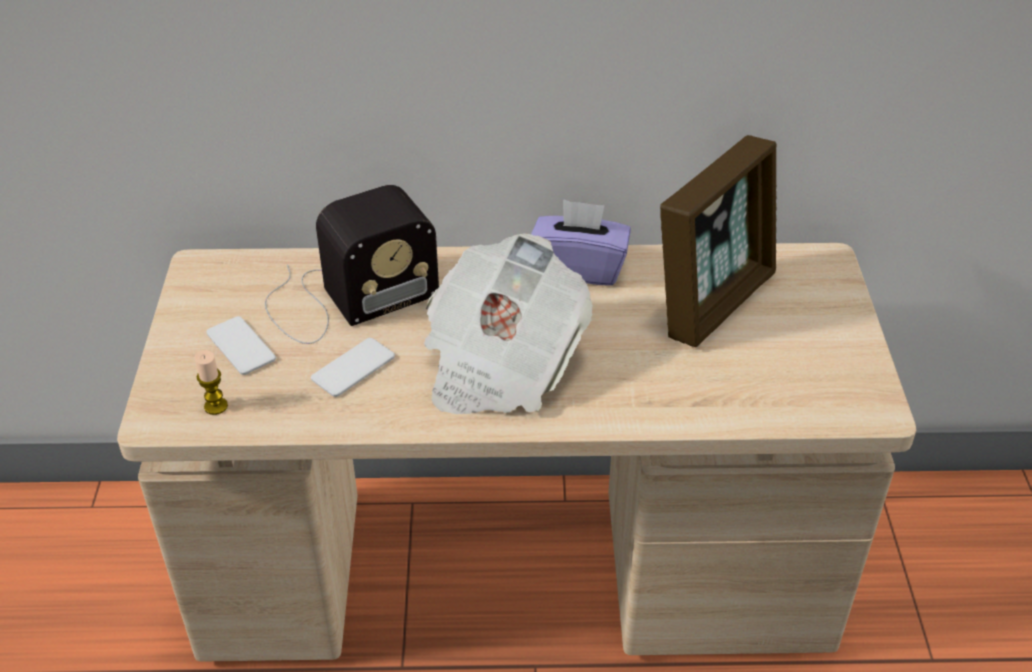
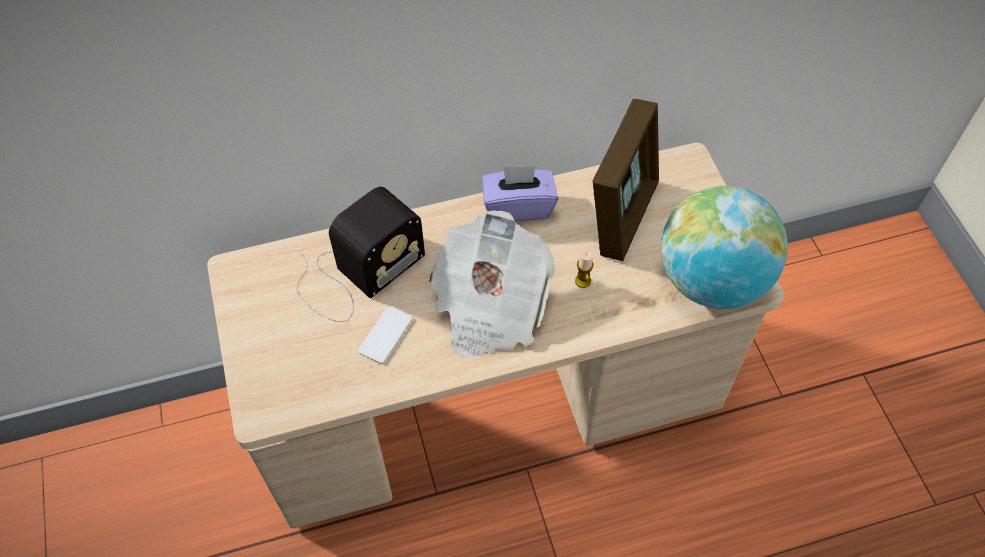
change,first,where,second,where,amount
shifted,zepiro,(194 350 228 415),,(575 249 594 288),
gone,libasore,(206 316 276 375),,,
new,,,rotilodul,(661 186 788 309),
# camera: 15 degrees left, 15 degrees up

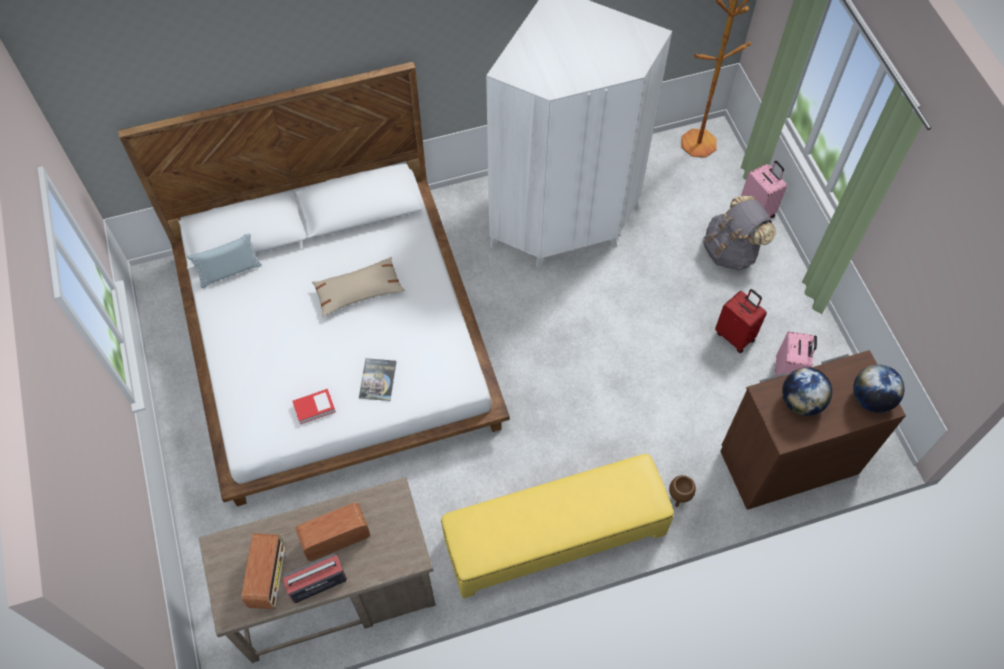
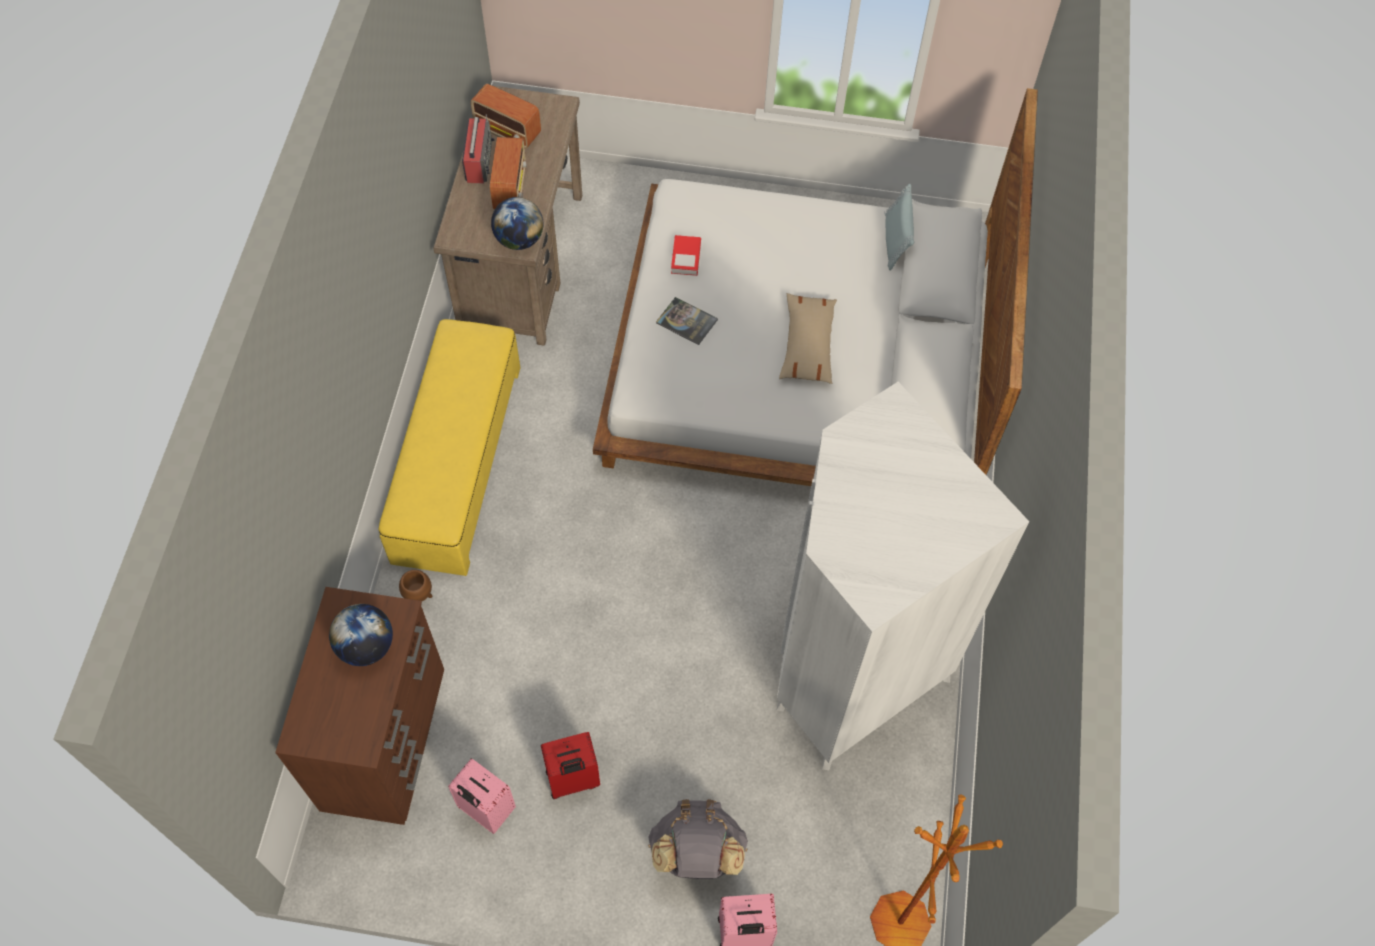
change,first,where,second,where,amount
shifted,rotilodul,(853 365 905 413),,(491 197 543 250),
# camera: 115 degrees right, 0 degrees up

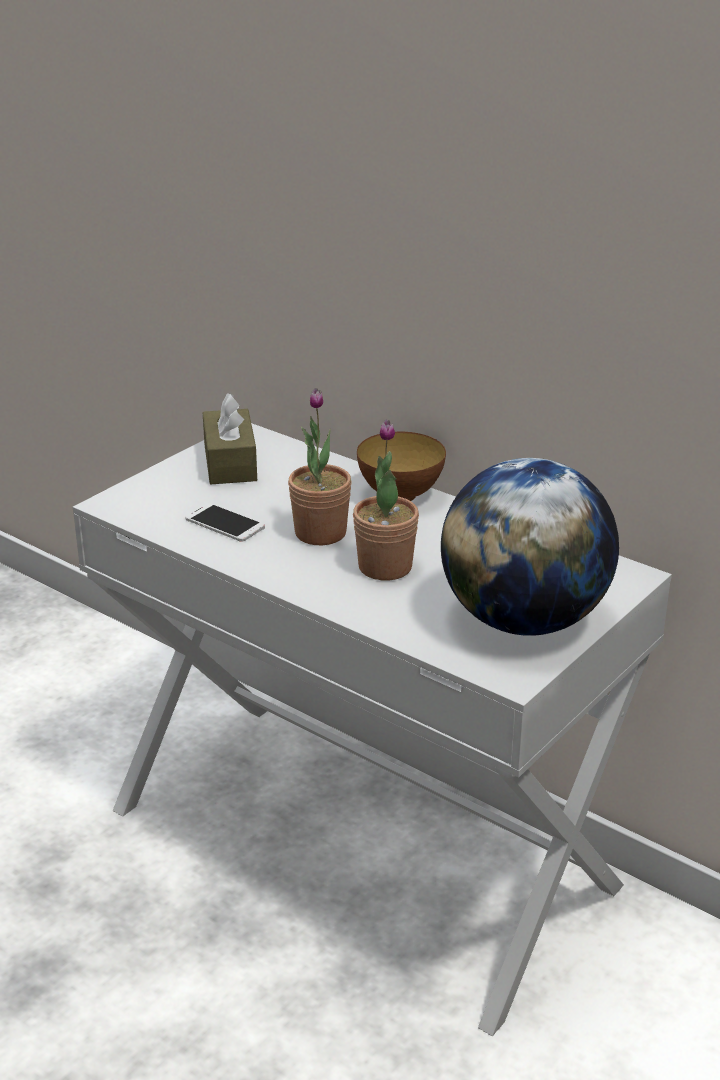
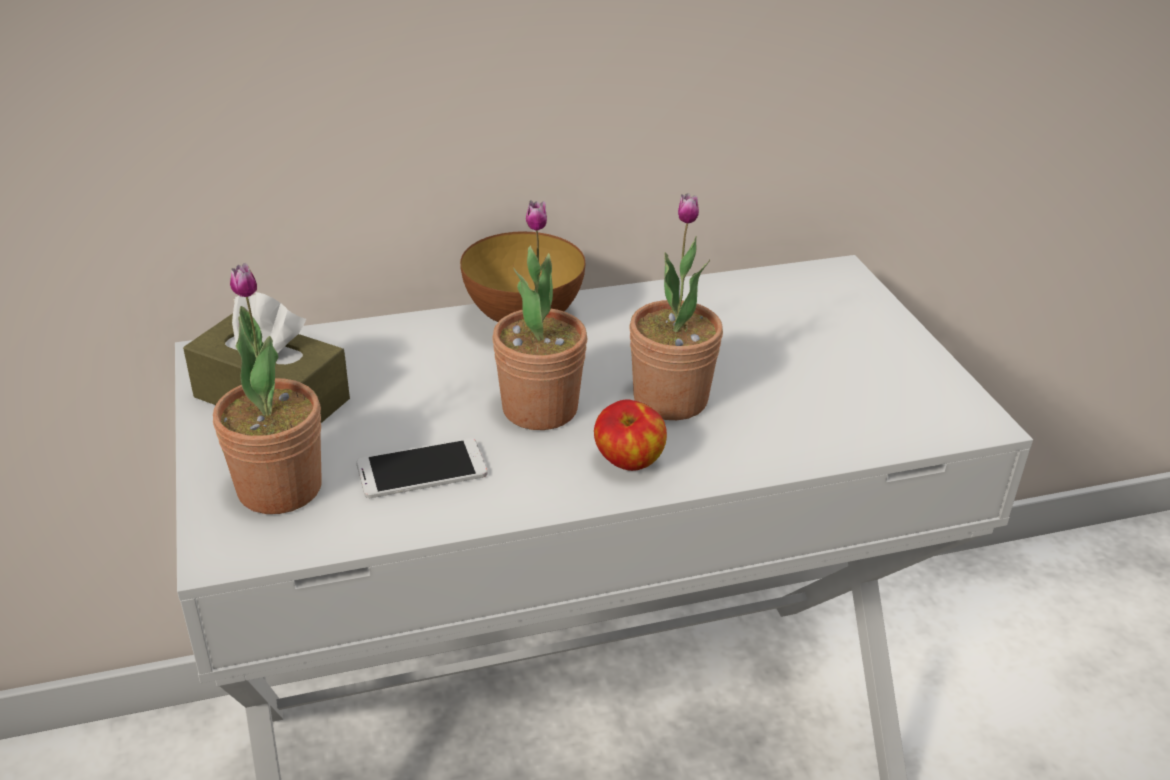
change,first,where,second,where,amount
gone,rotilodul,(441 458 619 636),,,
new,,,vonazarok,(213 263 322 514),
new,,,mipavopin,(594 400 667 471),
# camera: 55 degrees left, 5 degrees up

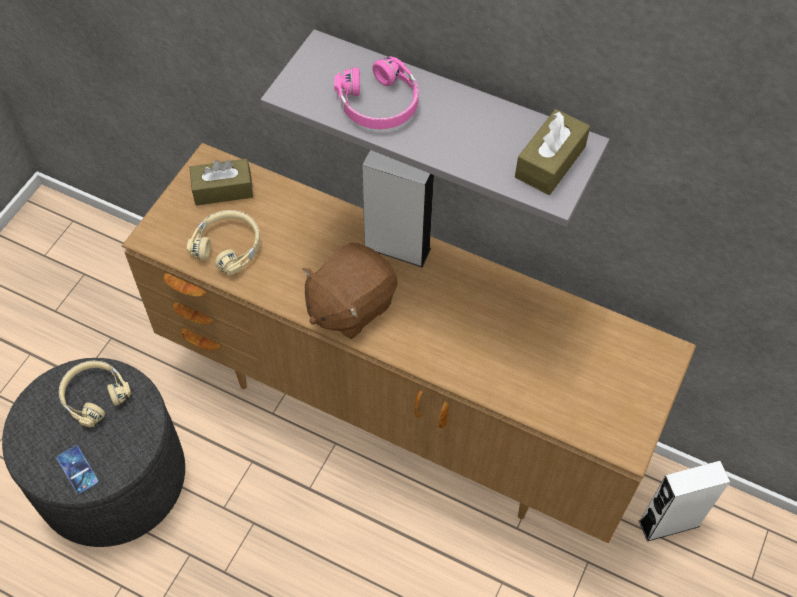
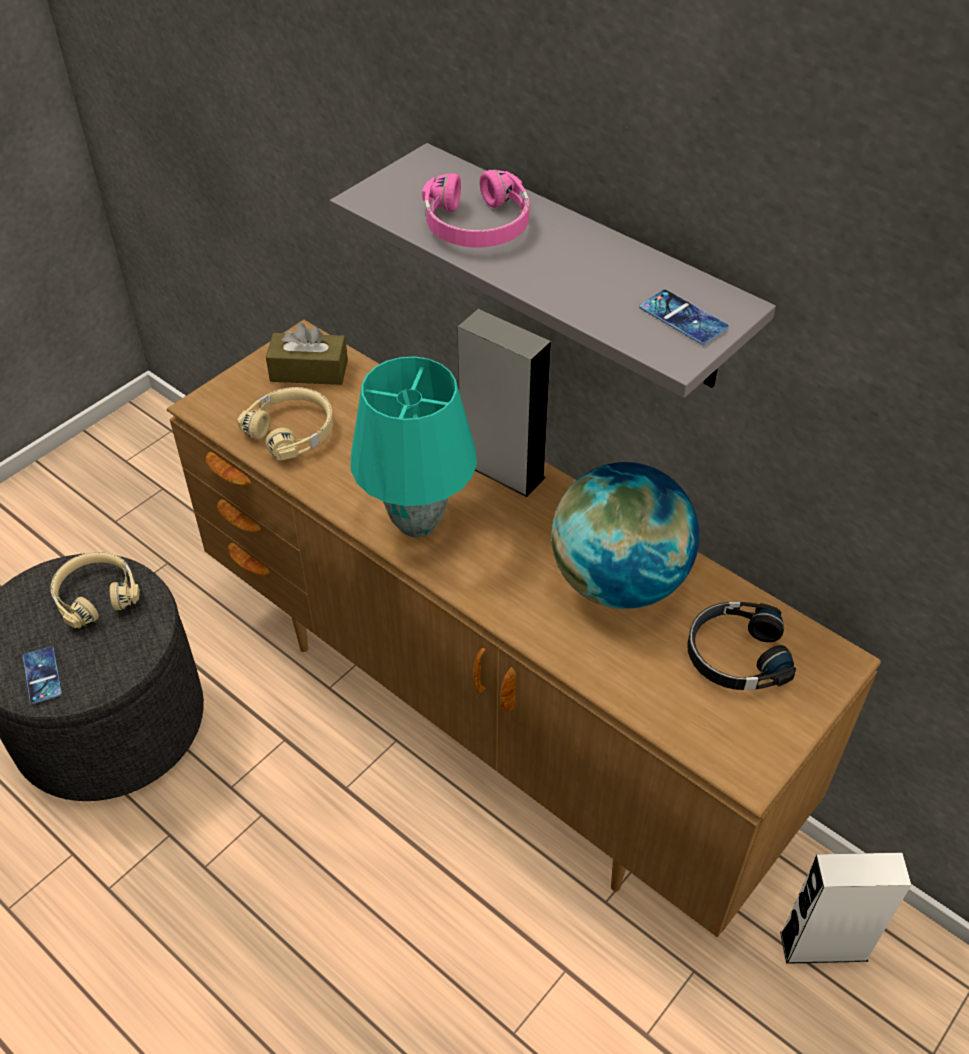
change,first,where,second,where,amount
swapped,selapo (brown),(302 243 398 339),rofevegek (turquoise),(351 357 477 537),
swapped,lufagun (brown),(515 109 590 195),libasore,(639 290 729 345),
new,,,rotilodul,(551 462 699 609),
new,,,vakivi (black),(687 602 796 690),
# camera: 15 degrees right, 10 degrees down

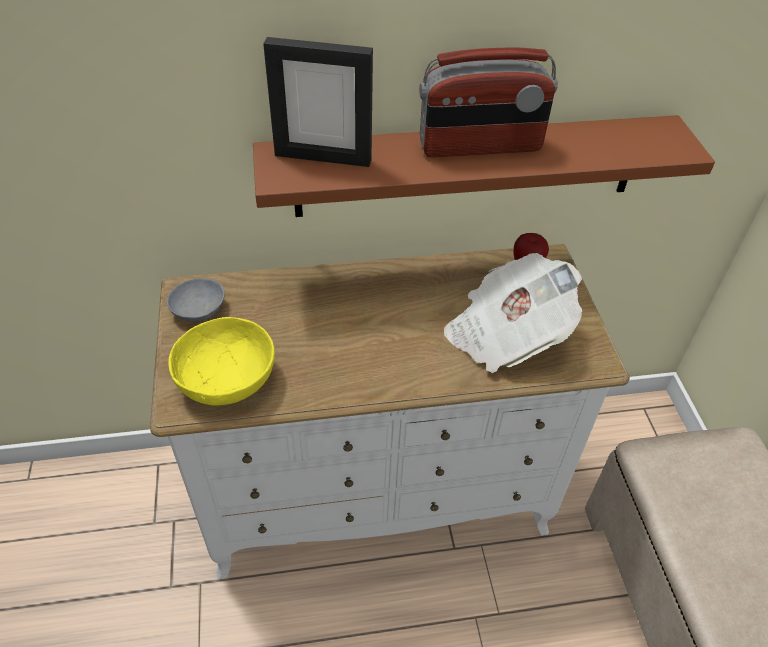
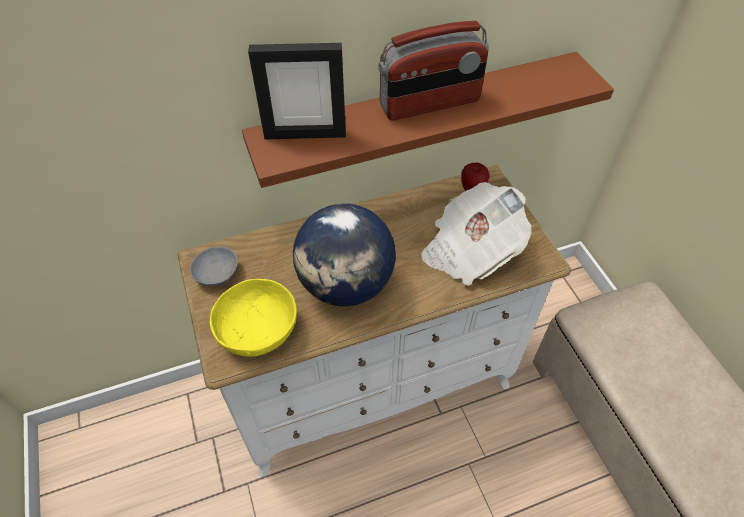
change,first,where,second,where,amount
new,,,rotilodul,(293 203 396 306),
# camera: 10 degrees left, 5 degrees up

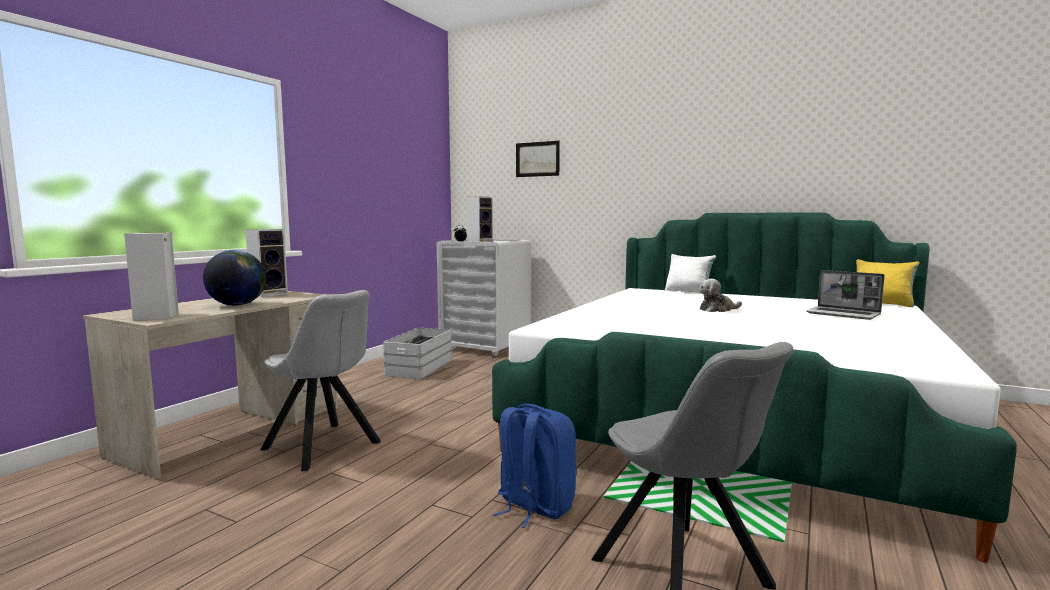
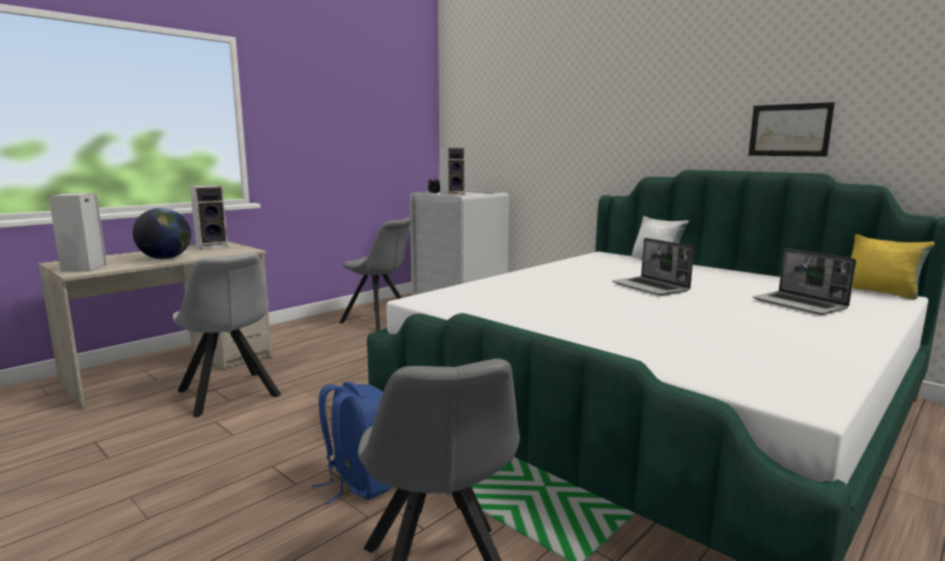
change,first,where,second,where,amount
swapped,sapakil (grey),(383 328 452 379),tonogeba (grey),(339 218 412 331),
shifted,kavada,(516 141 560 177),,(748 102 835 156),
swapped,selapo,(700 279 742 312),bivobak,(612 238 694 296),
# camera: 15 degrees right, 5 degrees up

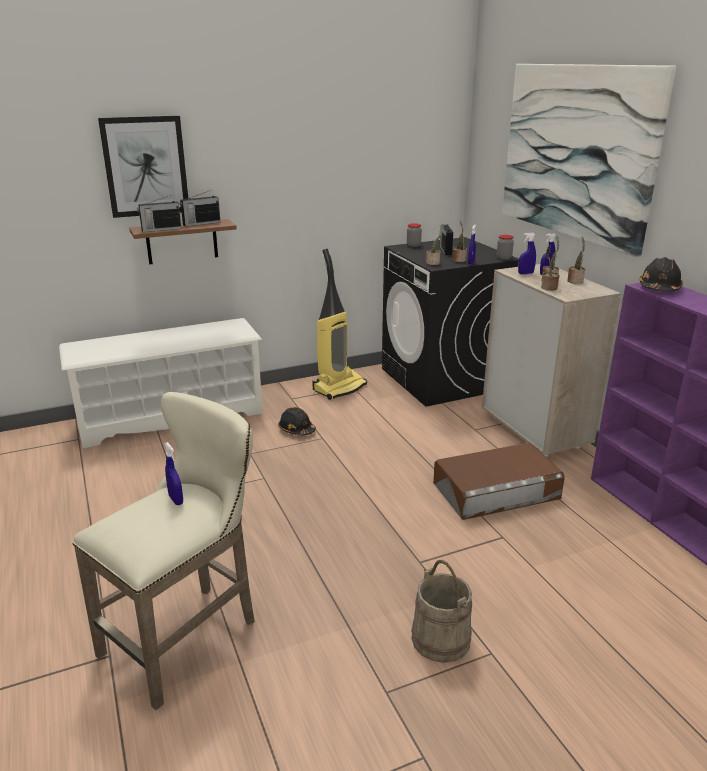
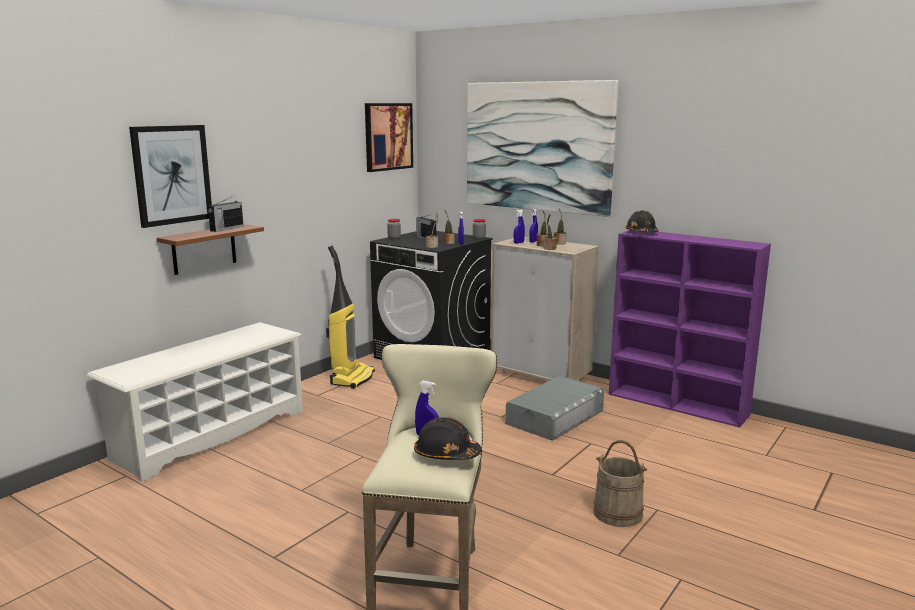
change,first,where,second,where,amount
gone,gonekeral,(137 195 181 232),,,
shifted,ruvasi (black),(278 407 316 436),,(414 417 482 460),
repainted,sapakil (brown),(433 443 565 520),sapakil (grey),(506 376 604 441),
new,,,kavada,(365 103 413 172),
# camera: 30 degrees left, 10 degrees down

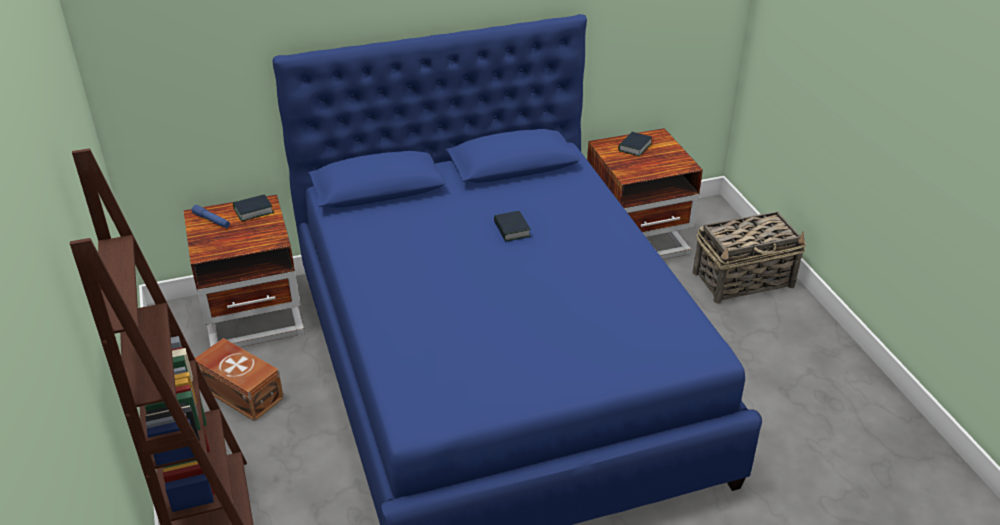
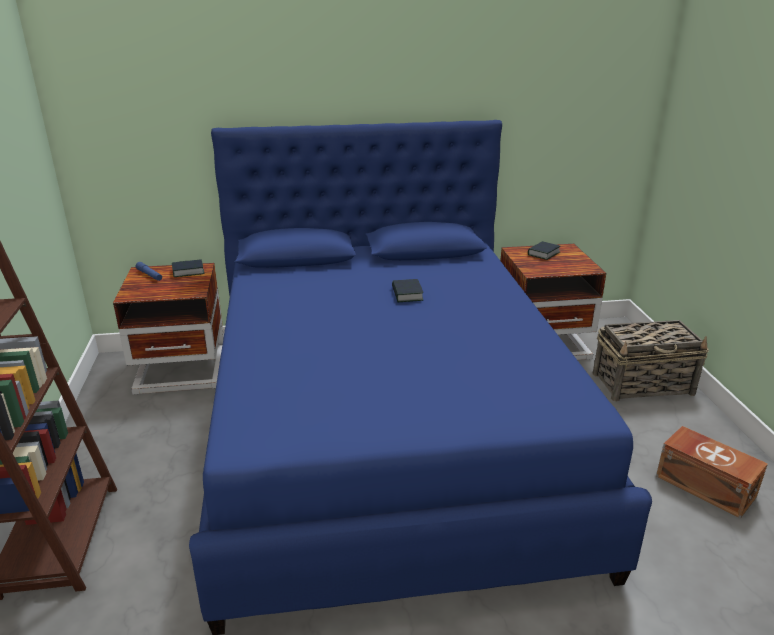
change,first,where,second,where,amount
shifted,sapakil (brown),(195 338 284 422),,(656 426 768 518),
# camera: 10 degrees right, 10 degrees down

